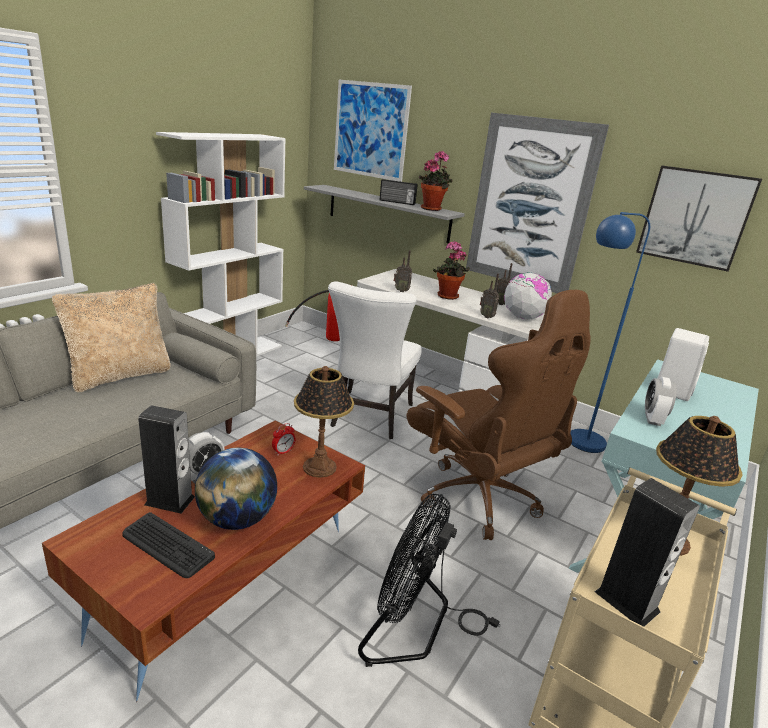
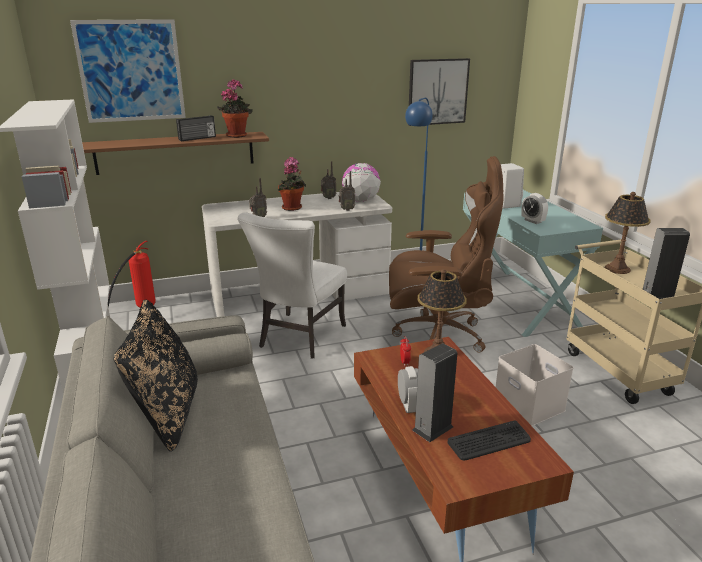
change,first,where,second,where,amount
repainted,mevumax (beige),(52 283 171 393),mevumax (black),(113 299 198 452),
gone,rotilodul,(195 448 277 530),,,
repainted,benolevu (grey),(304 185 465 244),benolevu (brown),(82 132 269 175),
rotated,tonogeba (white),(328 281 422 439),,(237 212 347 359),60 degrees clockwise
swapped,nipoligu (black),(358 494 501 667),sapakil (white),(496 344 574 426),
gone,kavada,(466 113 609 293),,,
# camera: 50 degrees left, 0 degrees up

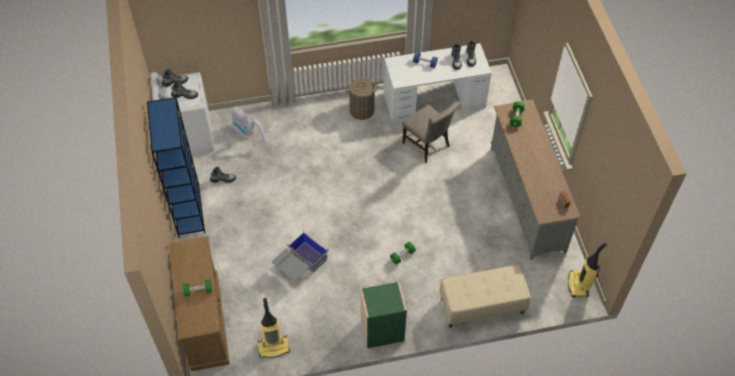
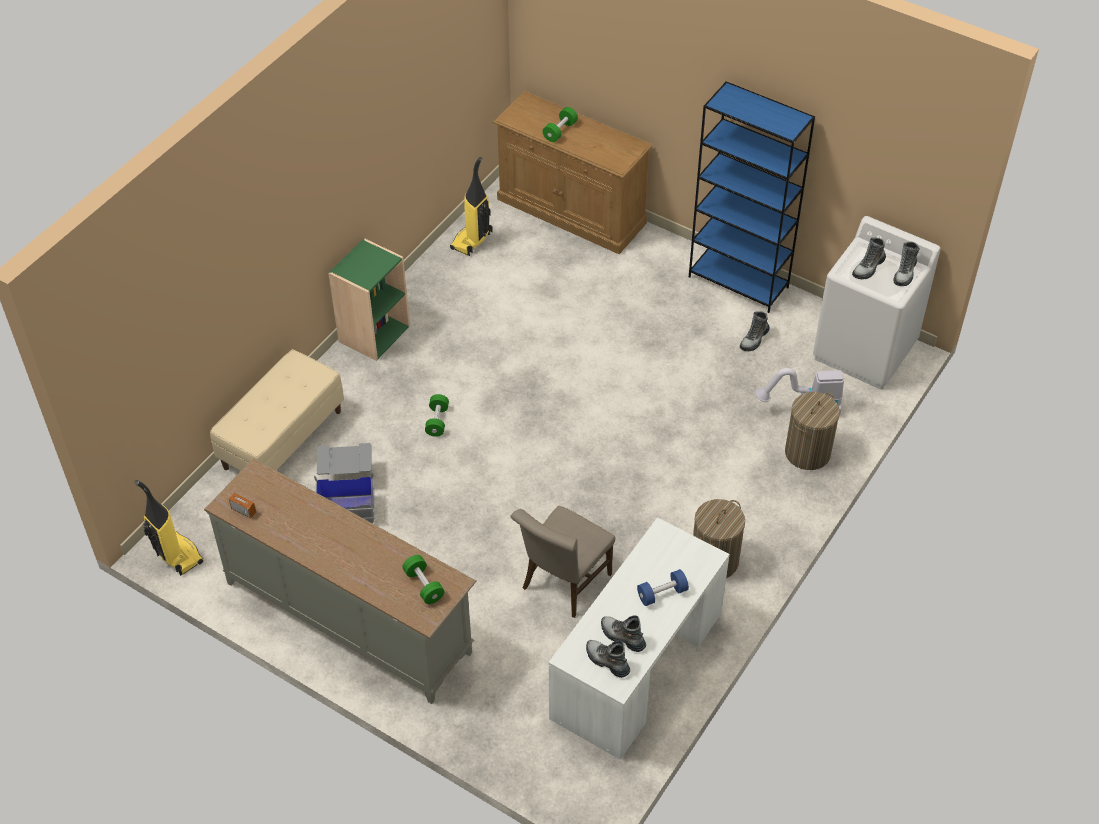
change,first,where,second,where,amount
shifted,sapakil (grey),(272 230 329 280),,(314 443 374 524),
rotated,tonogeba (beige),(402 101 461 163),,(510 506 615 618),60 degrees counterclockwise
new,,,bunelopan,(785 392 840 470),
# camera: 135 degrees right, 5 degrees down

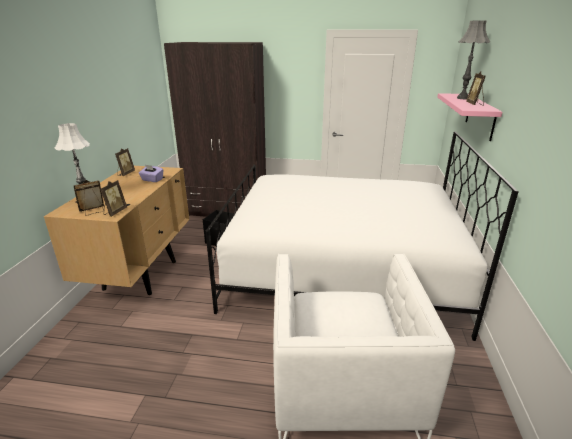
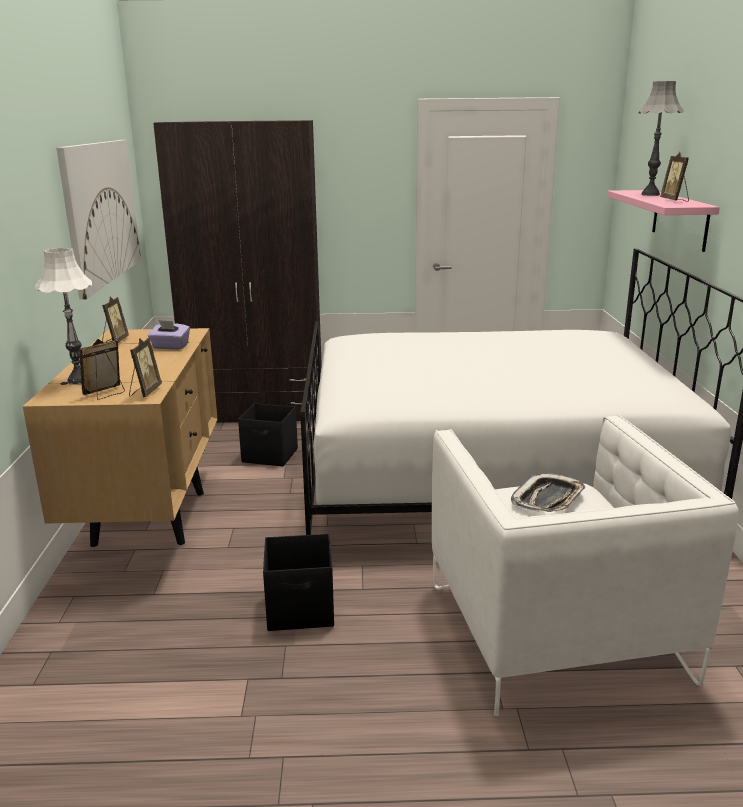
change,first,where,second,where,amount
new,,,kavada,(57 140 141 300),
new,,,sapakil (black),(263 534 334 631),
new,,,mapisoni,(511 473 585 512),
# camera: 10 degrees left, 5 degrees down

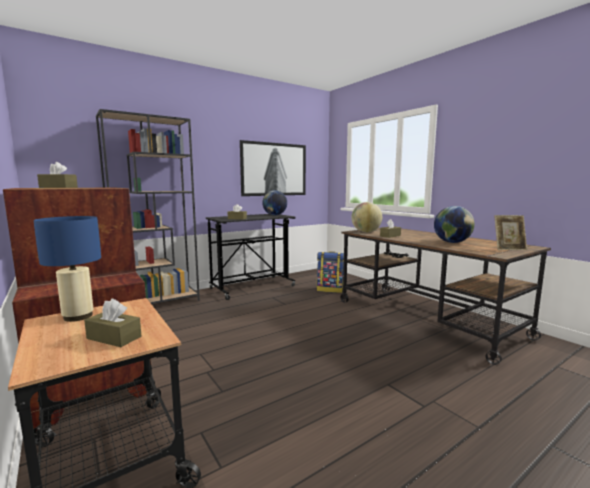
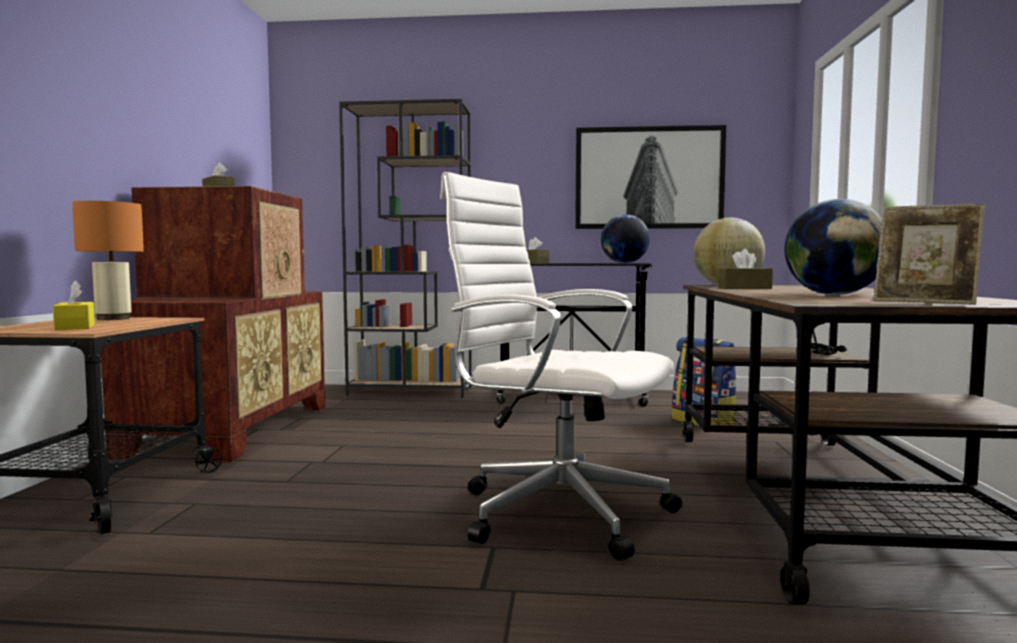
change,first,where,second,where,amount
repainted,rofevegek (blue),(34 216 101 322),rofevegek (orange),(72 201 144 320),
repainted,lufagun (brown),(84 299 141 347),lufagun (yellow),(53 281 95 330),
new,,,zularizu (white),(440 172 682 561),
# camera: 40 degrees right, 5 degrees down

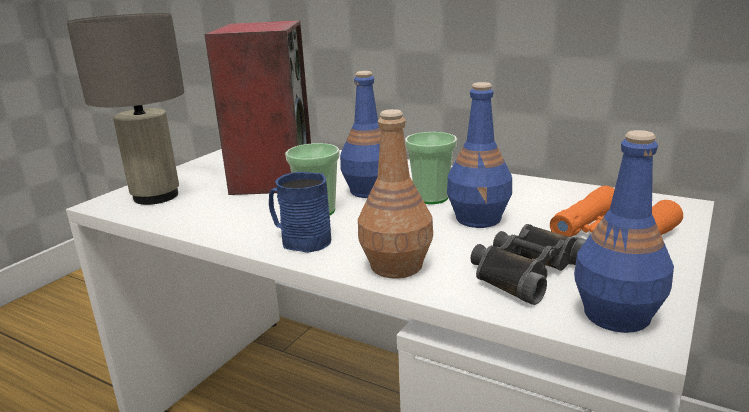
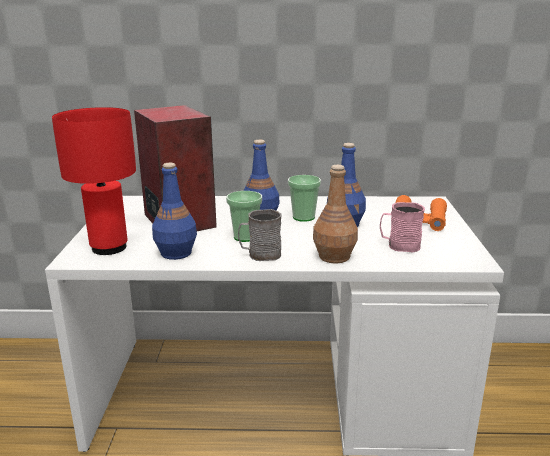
change,first,where,second,where,amount
repainted,rofevegek (grey),(67 13 184 205),rofevegek (red),(52 107 136 255),
repainted,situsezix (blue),(269 172 331 253),situsezix (grey),(238 209 282 261),
swapped,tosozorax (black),(471 224 586 305),situsezix (pink),(380 202 425 253),
shifted,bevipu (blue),(574 130 674 333),,(152 163 197 260),
# camera: 30 degrees left, 0 degrees up

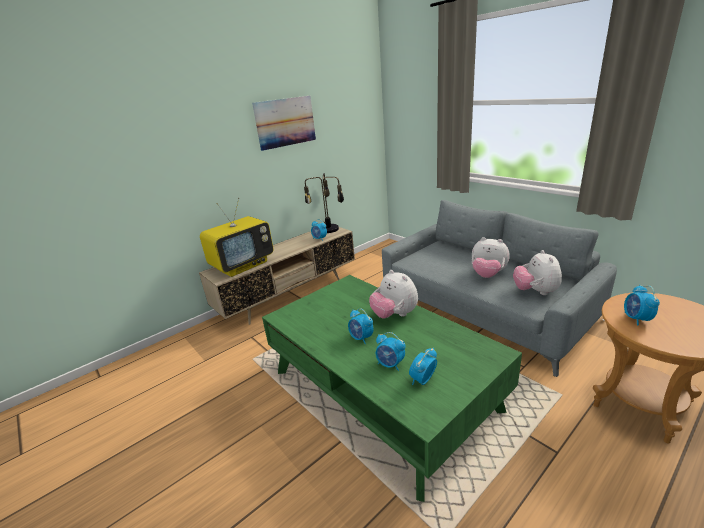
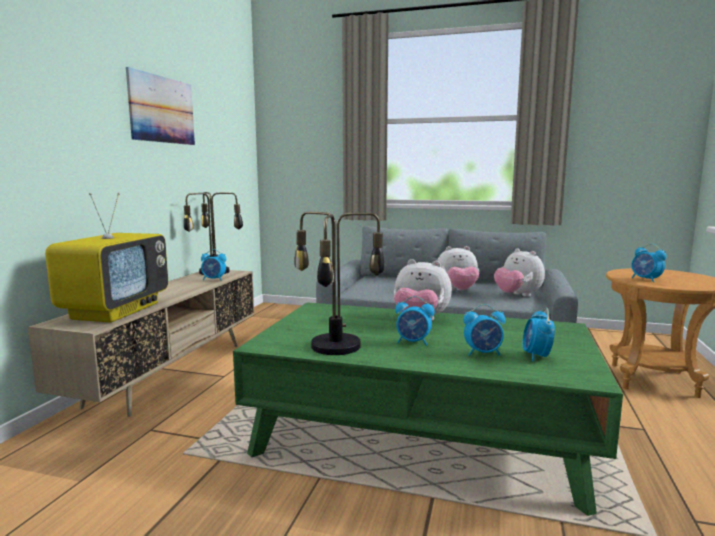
change,first,where,second,where,amount
new,,,rofevegek,(294 212 384 355),
# camera: 35 degrees left, 15 degrees down

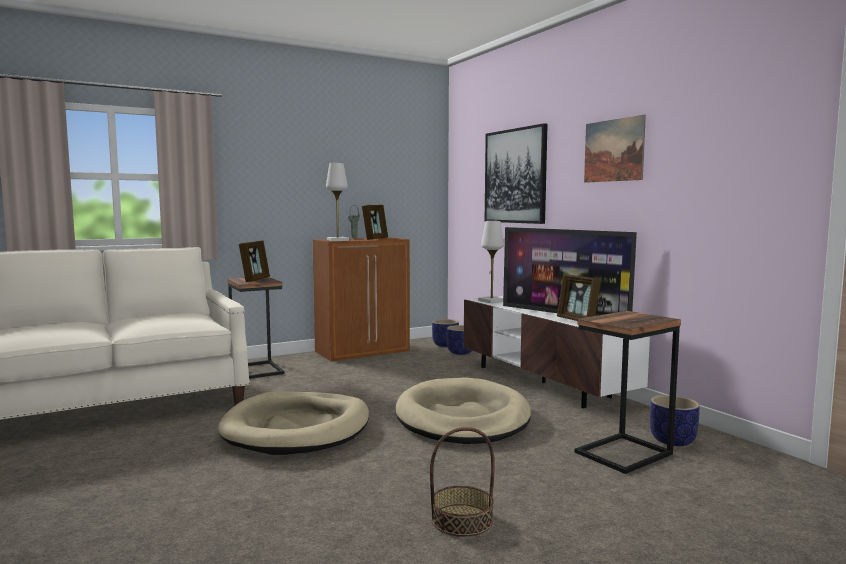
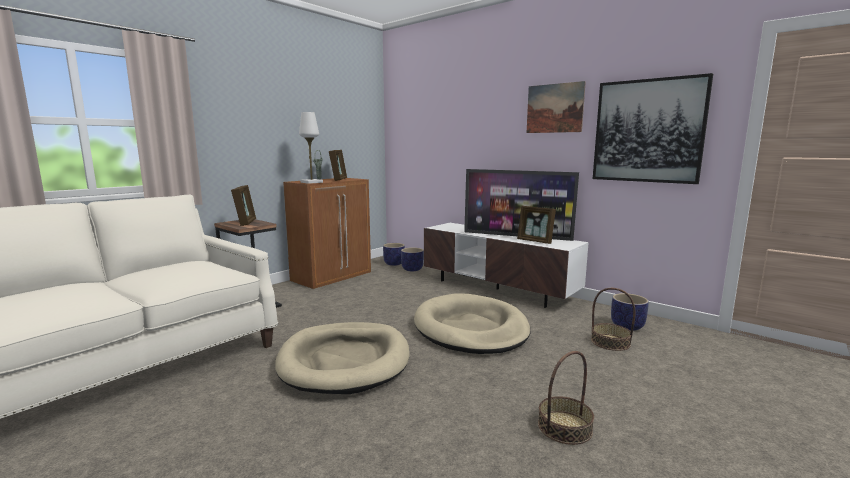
change,first,where,second,where,amount
gone,rofevegek (white),(478 221 504 303),,,
shifted,kavada,(485 123 548 224),,(593 73 713 184),
swapped,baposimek,(575 311 681 474),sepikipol,(591 288 636 351),
# camera: 20 degrees left, 5 degrees up

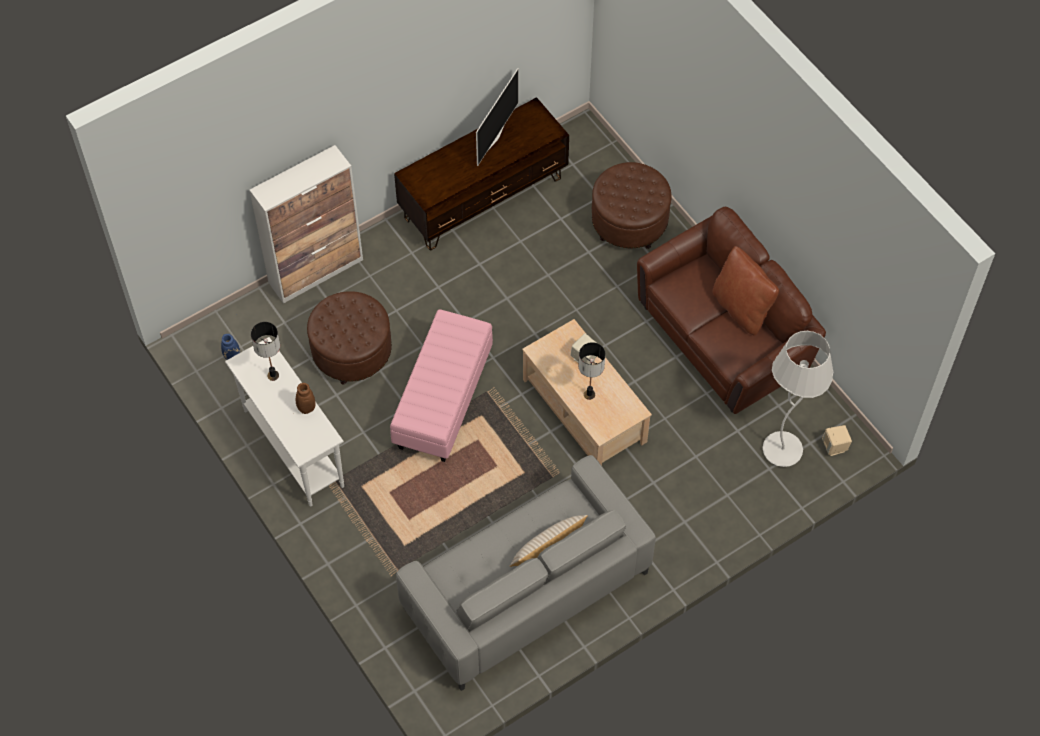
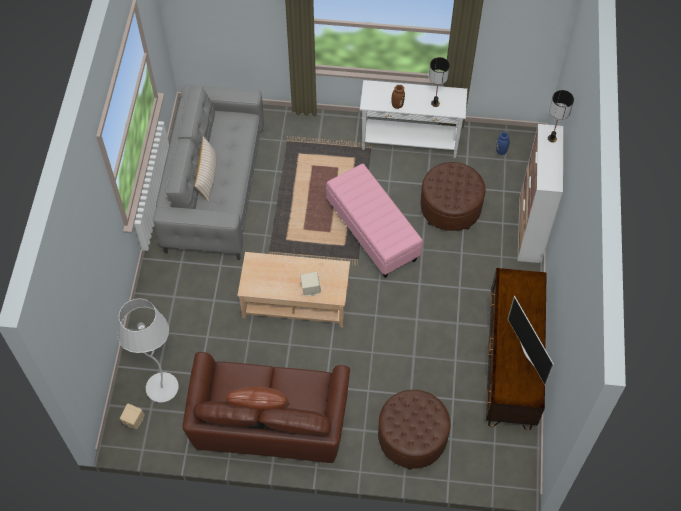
change,first,where,second,where,amount
shifted,rofevegek,(578 342 605 400),,(548 90 574 143),
# camera: 130 degrees right, 0 degrees up

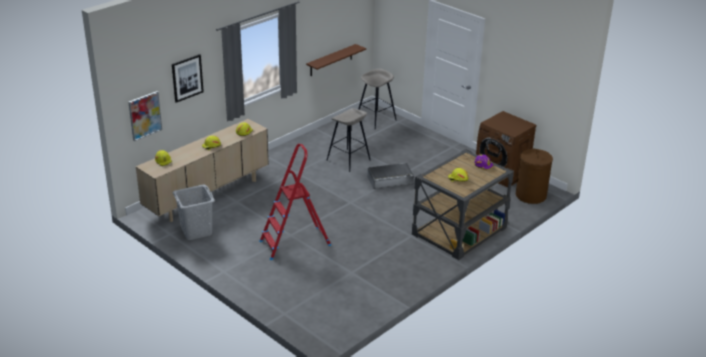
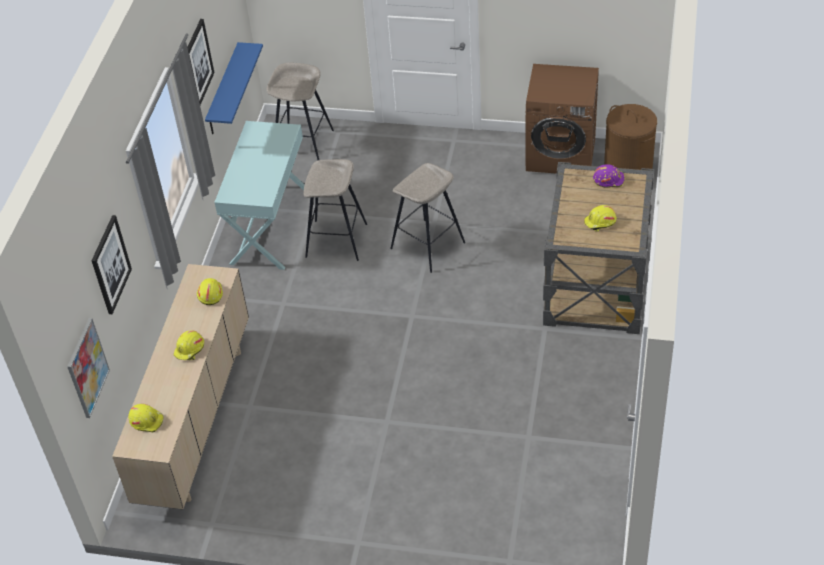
change,first,where,second,where,amount
gone,bunelopan (grey),(172 185 215 240),,,
gone,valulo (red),(259 144 331 260),,,
repainted,benolevu (brown),(306 44 366 76),benolevu (blue),(205 42 263 134),
swapped,sapakil (grey),(367 163 414 189),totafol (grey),(390 163 465 273),
new,,,kavada,(187 19 215 105),
new,,,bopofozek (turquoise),(214 121 304 270),
# camera: 30 degrees left, 15 degrees up

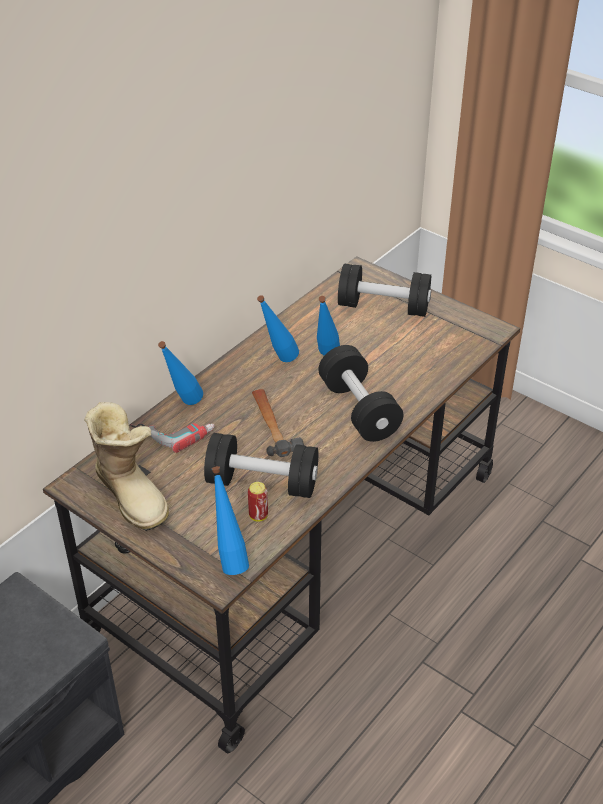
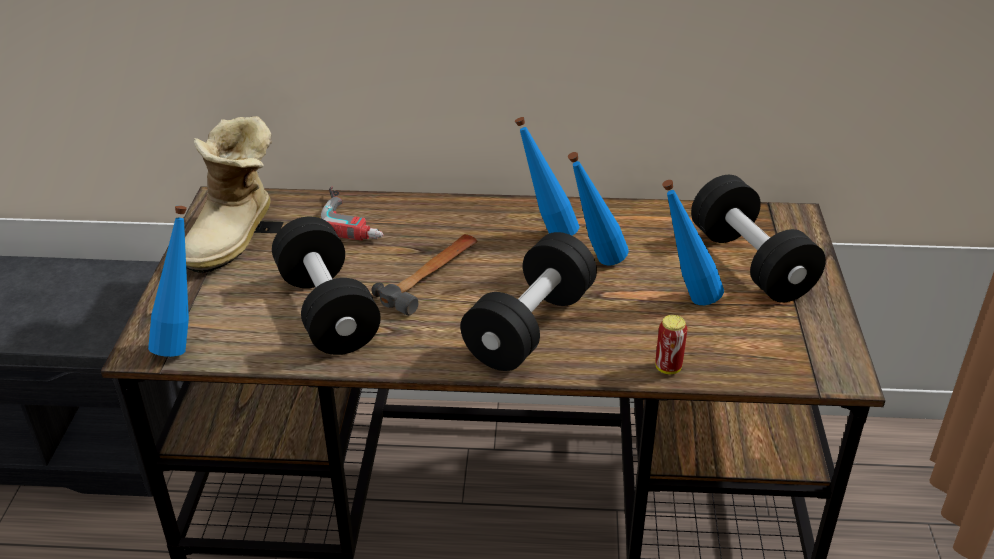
change,first,where,second,where,amount
shifted,bevipu (blue),(158 341 203 405),,(662 180 724 305),
shifted,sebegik,(248 482 268 522),,(655 315 687 374),
# camera: 55 degrees right, 5 degrees down

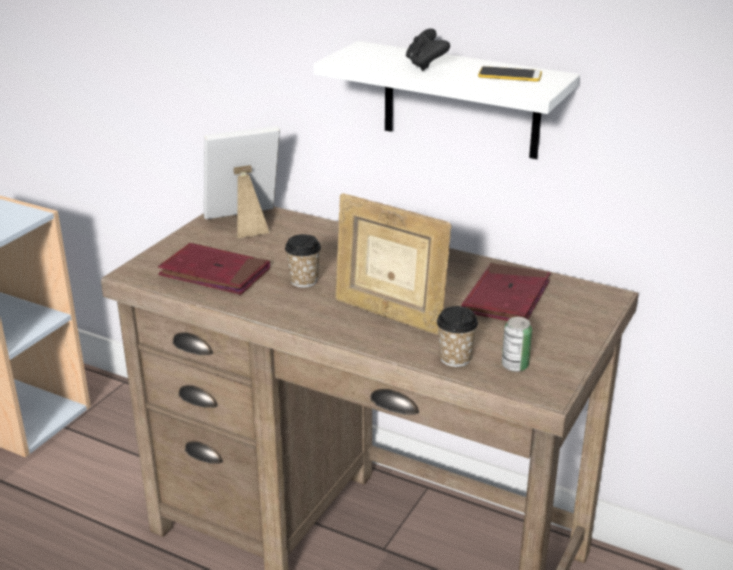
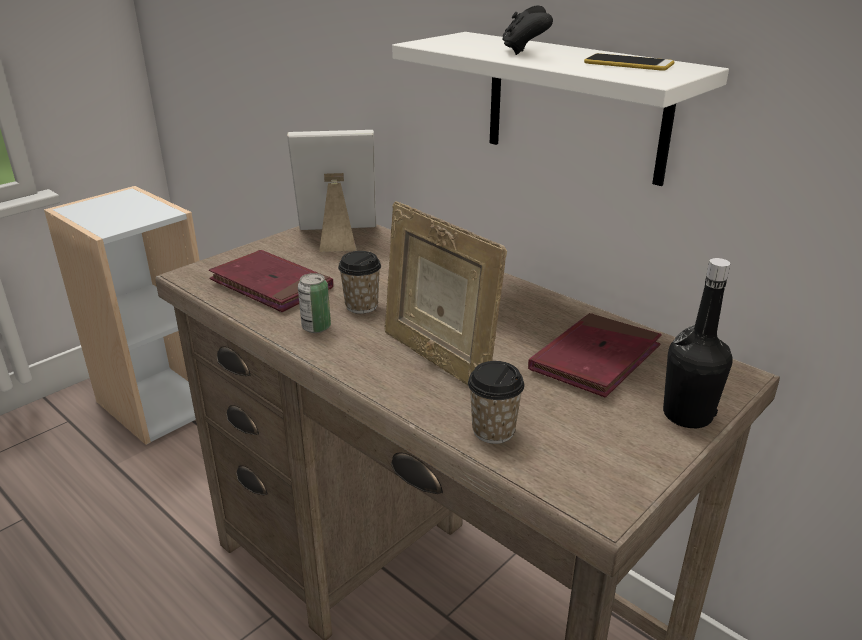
change,first,where,second,where,amount
shifted,sebegik,(502 317 532 372),,(298 273 331 333),
new,,,bevipu (black),(663 258 733 428),
# camera: 15 degrees right, 0 degrees up

